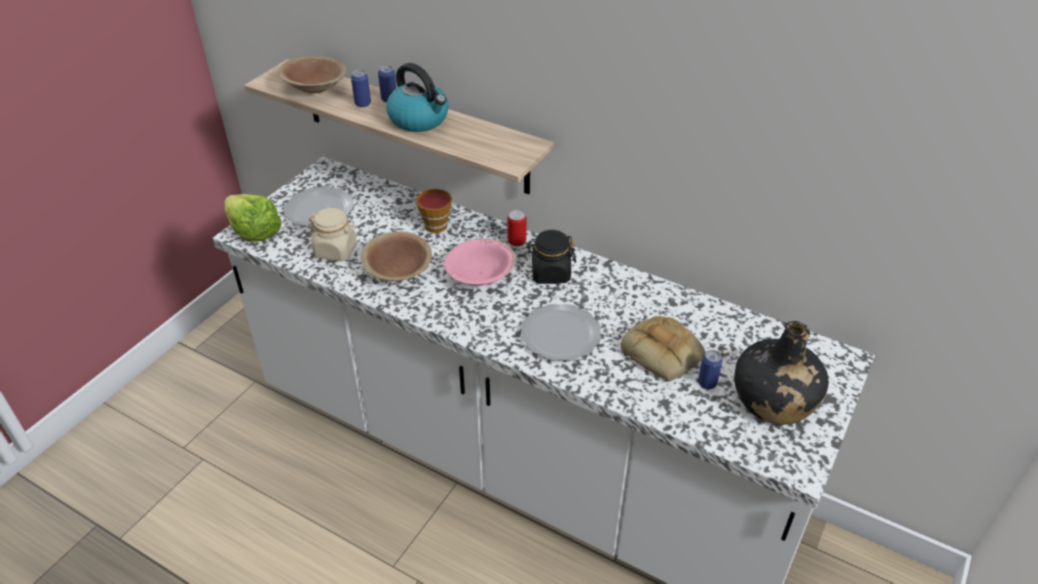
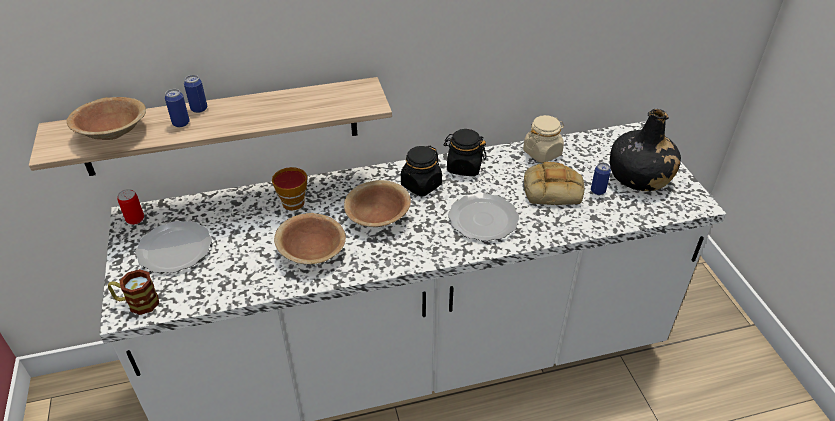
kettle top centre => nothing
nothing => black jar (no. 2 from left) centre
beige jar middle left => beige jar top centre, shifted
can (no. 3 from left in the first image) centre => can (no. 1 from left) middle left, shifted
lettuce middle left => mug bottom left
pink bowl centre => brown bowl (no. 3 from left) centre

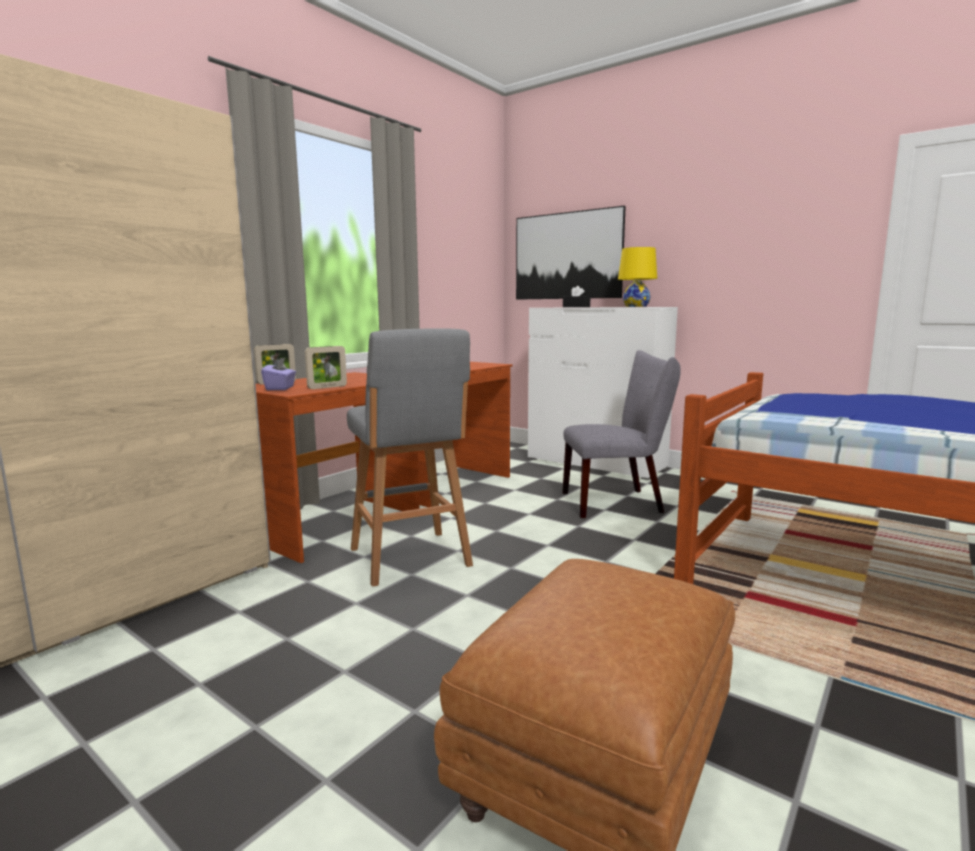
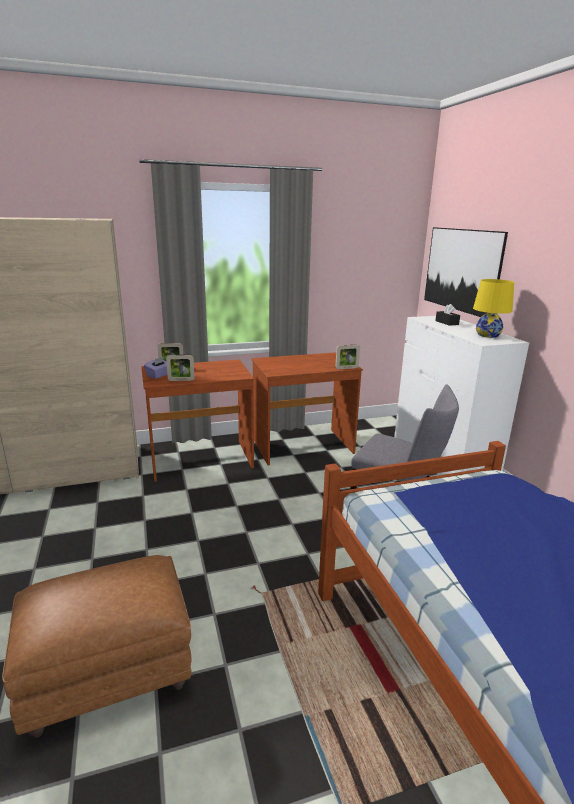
grey stool centre => nothing
nothing => picture frame (no. 3 from left) centre

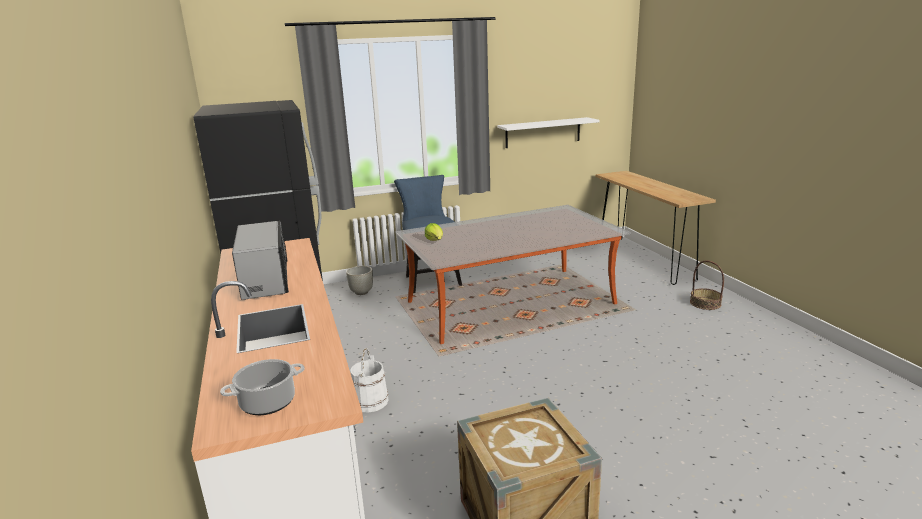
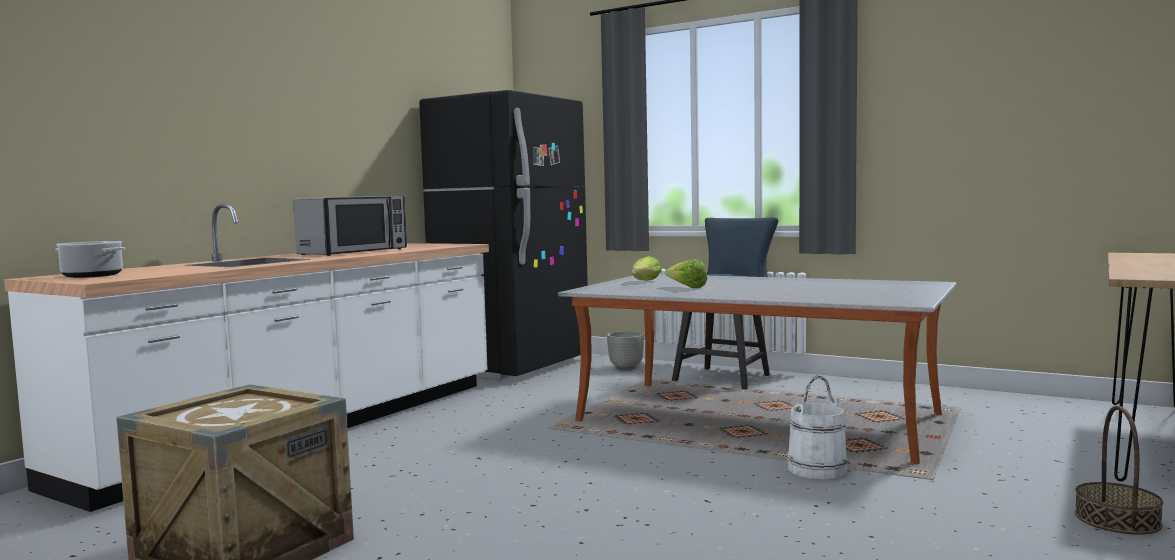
white shelf top centre => nothing
nothing => lettuce (no. 2 from left) centre
white bucket bottom centre => white bucket bottom right, shifted

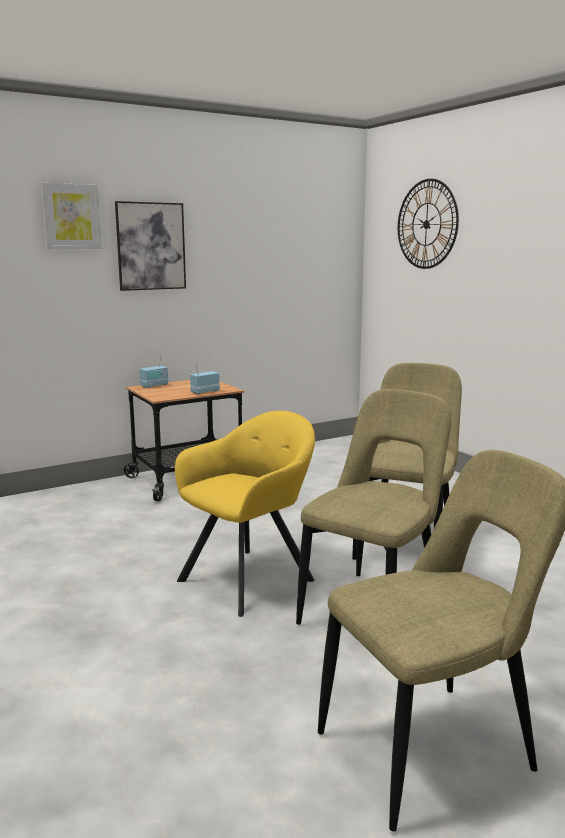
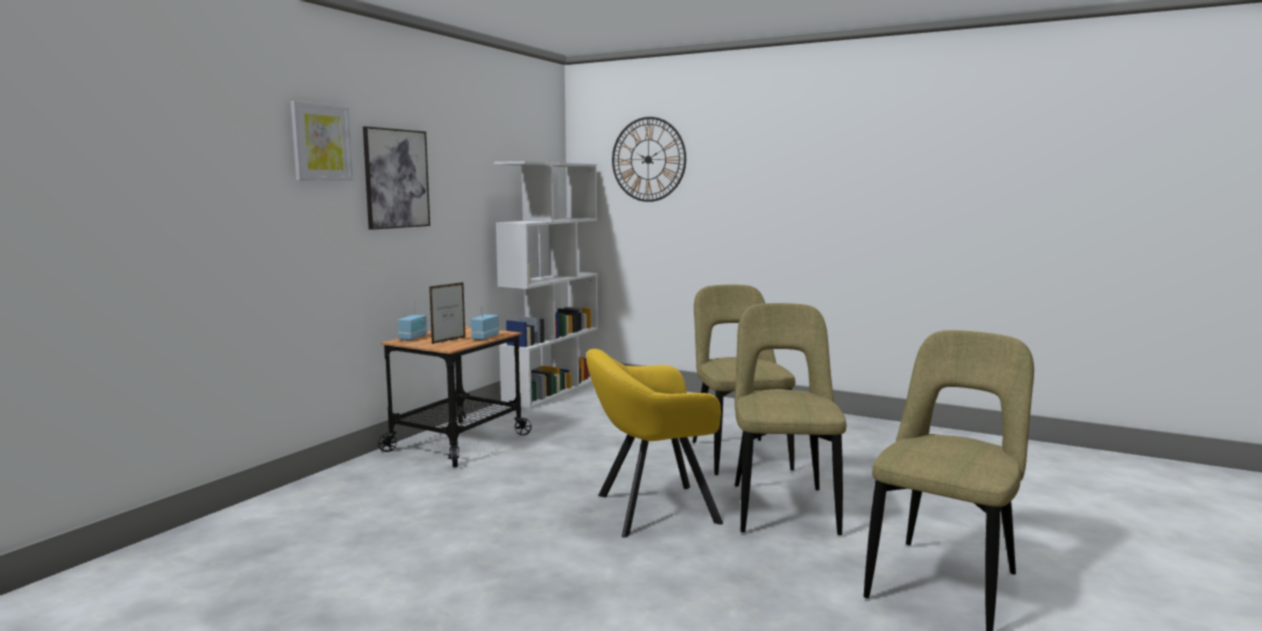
nothing => picture frame centre
nothing => white bookcase centre
yellow armchair centre => yellow armchair bottom centre, 120 degrees counterclockwise

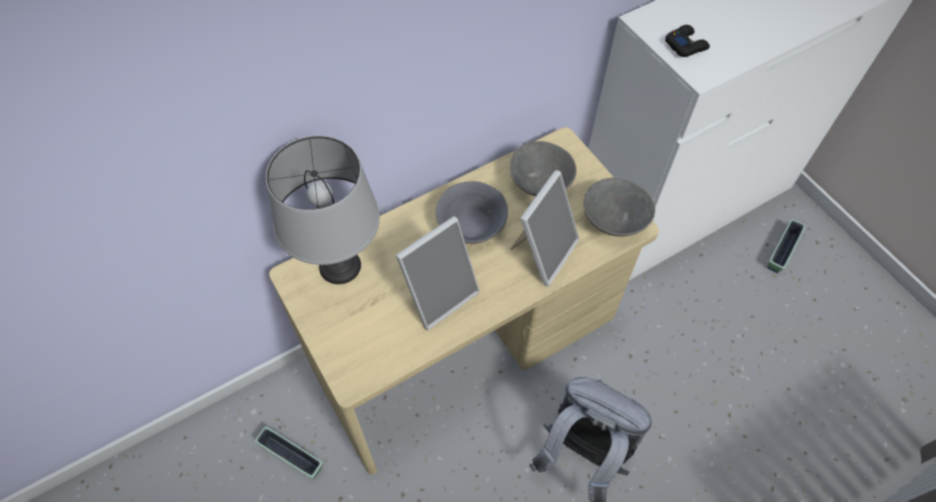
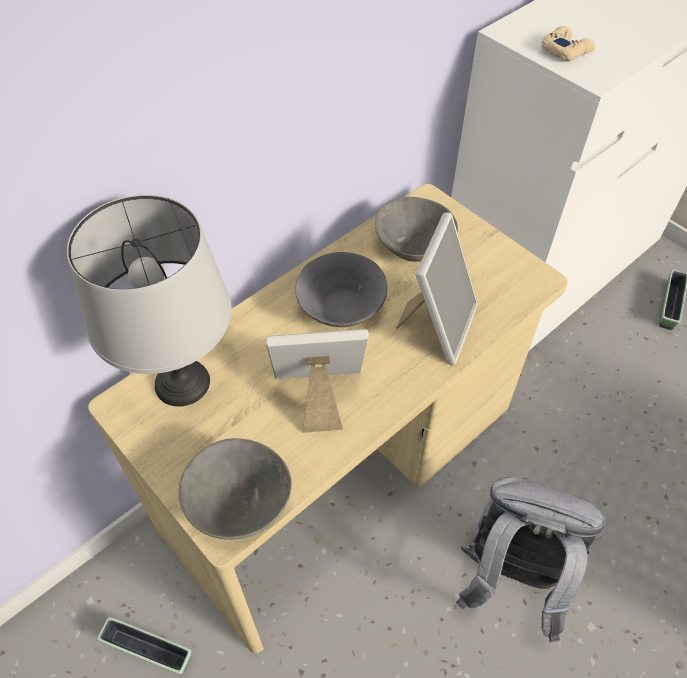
grey bowl (no. 3 from left in the first image) centre => grey bowl (no. 1 from left) bottom centre, shifted
black game controller top right => beige game controller top right
picture frame (no. 1 from left) centre, 135 degrees counterclockwise

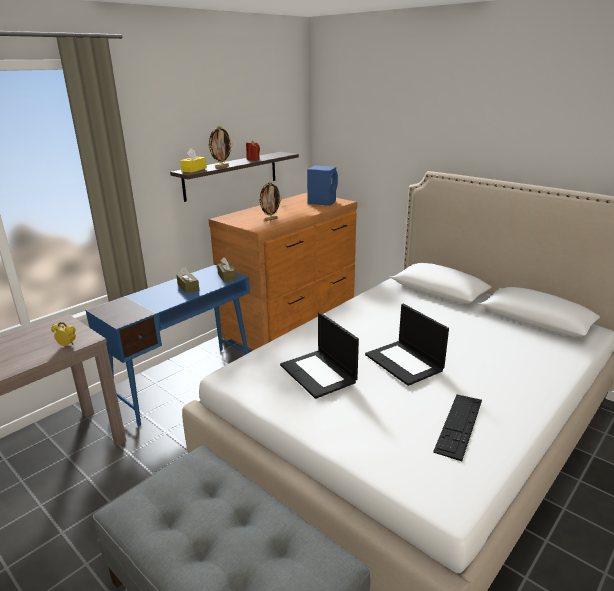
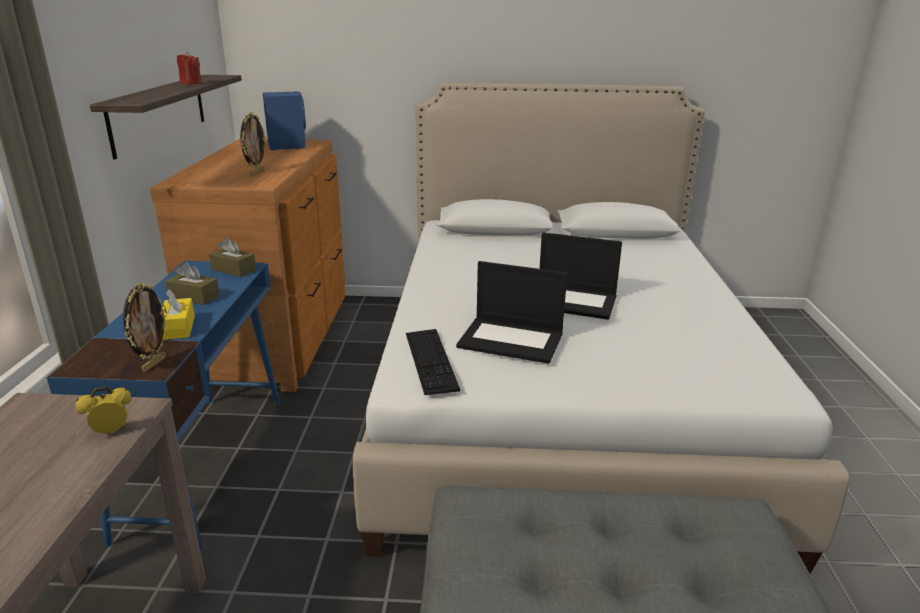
yellow tissue box top left => yellow tissue box middle left, shifted
picture frame (no. 1 from left) top centre => picture frame (no. 1 from left) middle left, shifted
keyboard bottom right => keyboard centre, shifted

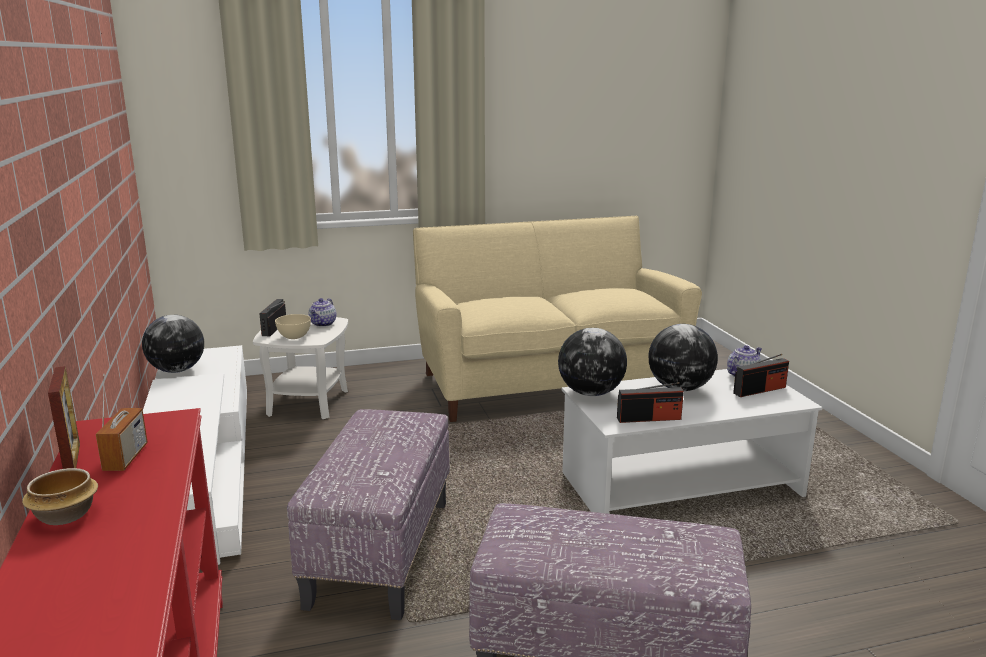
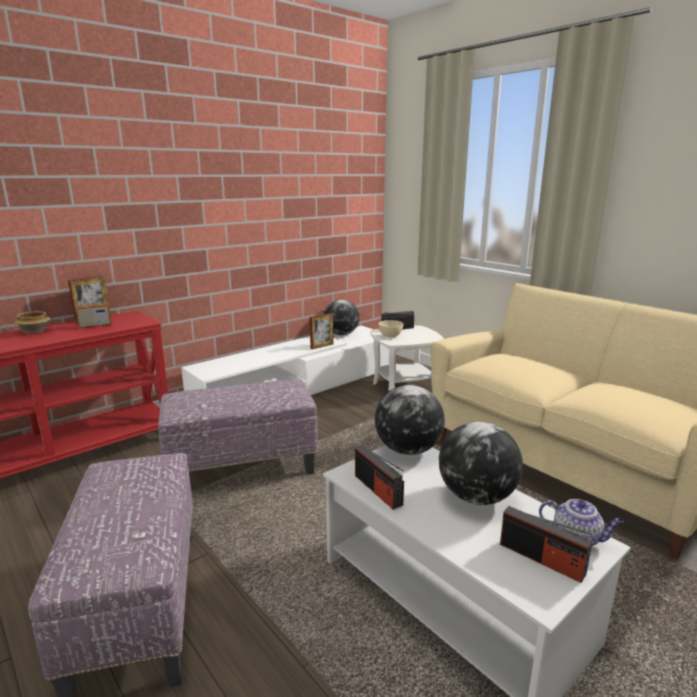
teapot (no. 1 from left) middle left => nothing
nothing => picture frame (no. 2 from left) centre

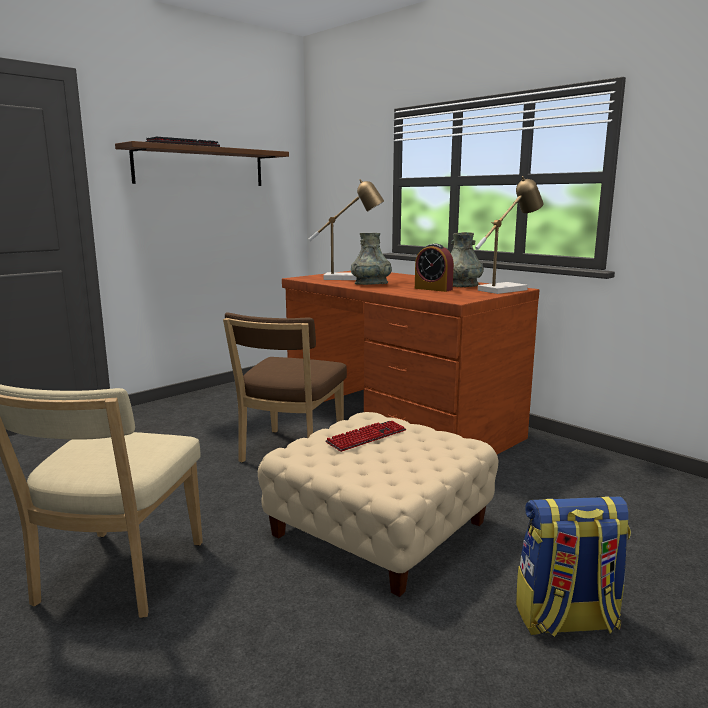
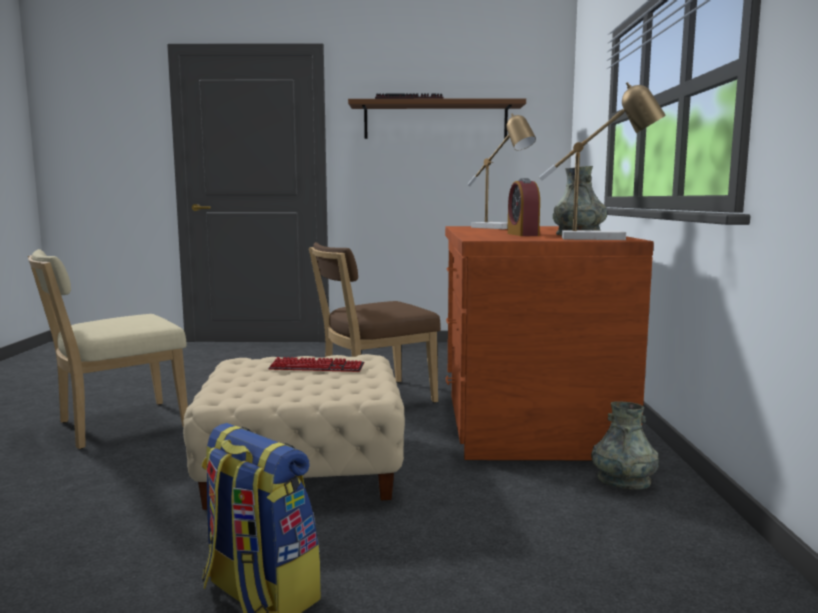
grey vase (no. 1 from left in the first image) centre => grey vase (no. 2 from left) bottom right, shifted

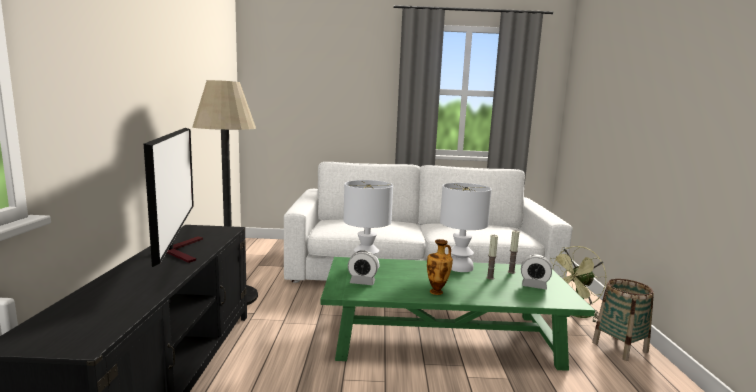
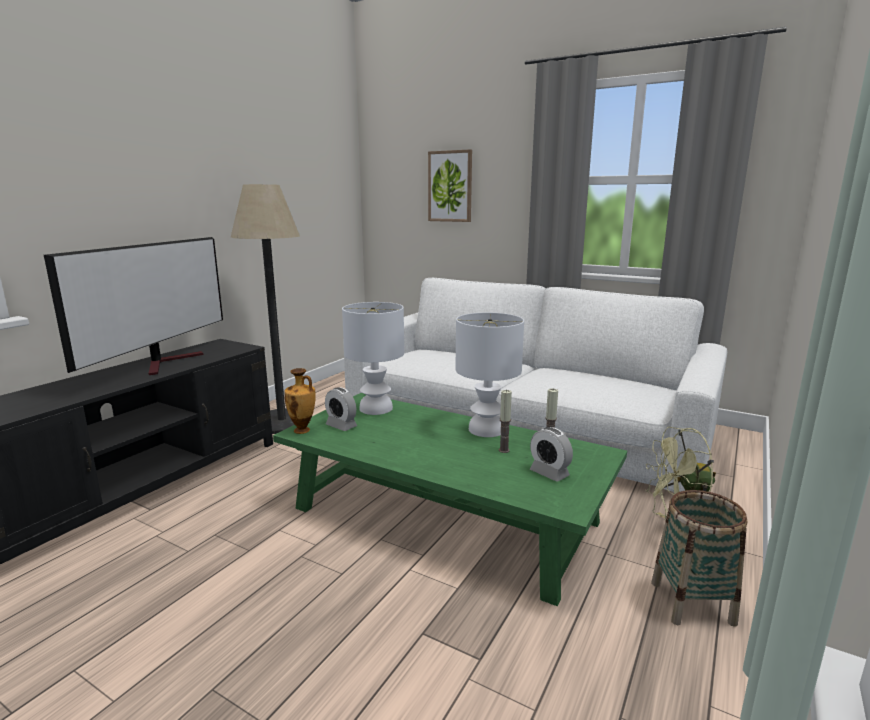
nothing => picture top centre
vase bottom centre => vase centre, shifted

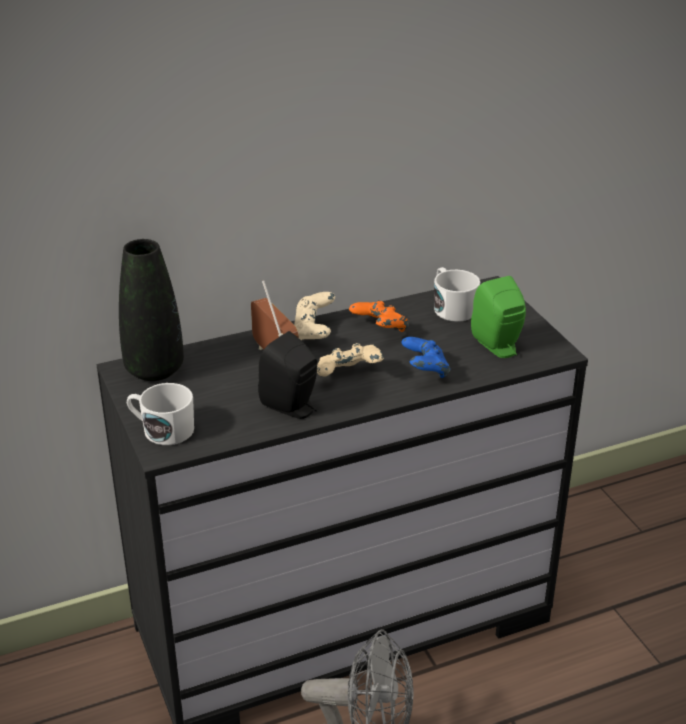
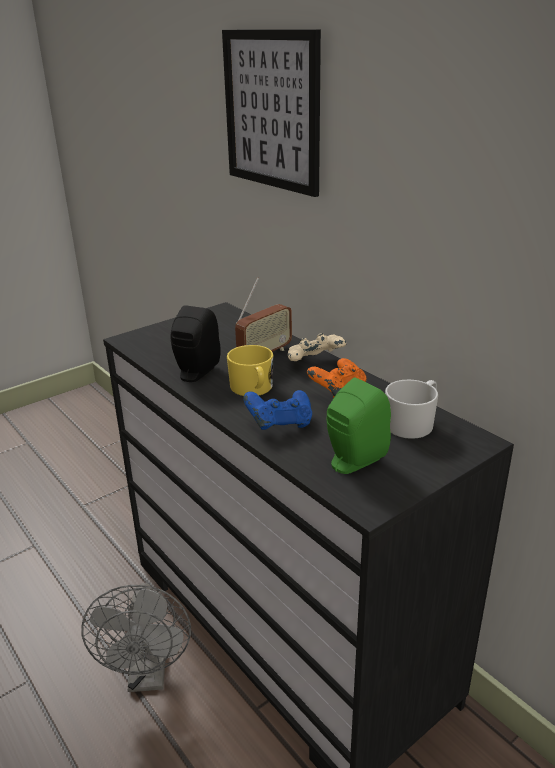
black vase middle left => nothing
white mug (no. 1 from left) middle left => nothing
nothing => picture top centre
beige game controller (no. 2 from left) centre => yellow mug centre

